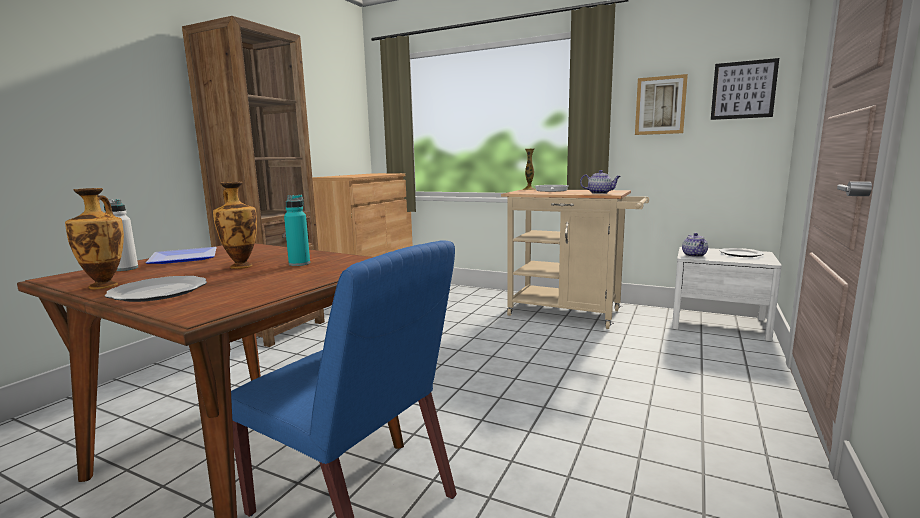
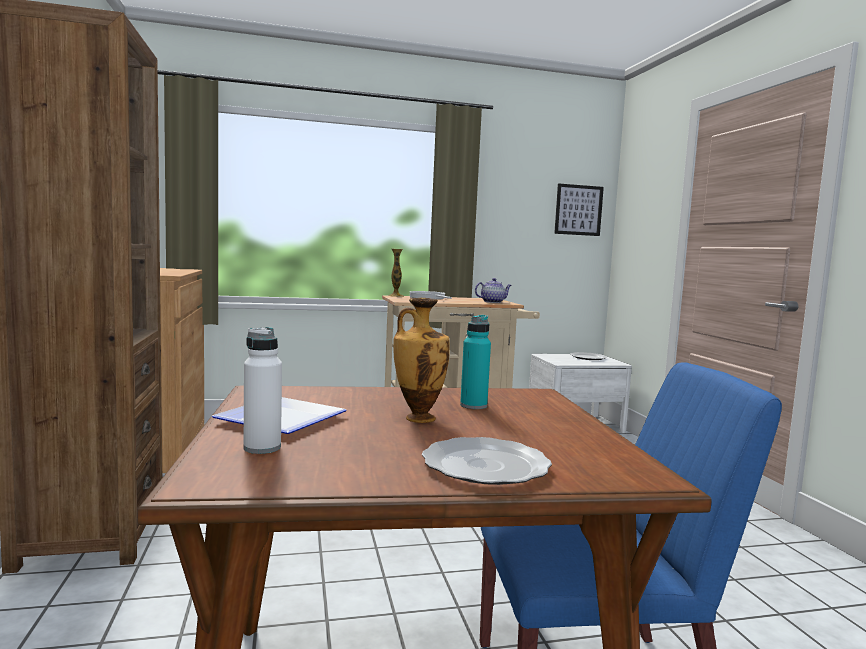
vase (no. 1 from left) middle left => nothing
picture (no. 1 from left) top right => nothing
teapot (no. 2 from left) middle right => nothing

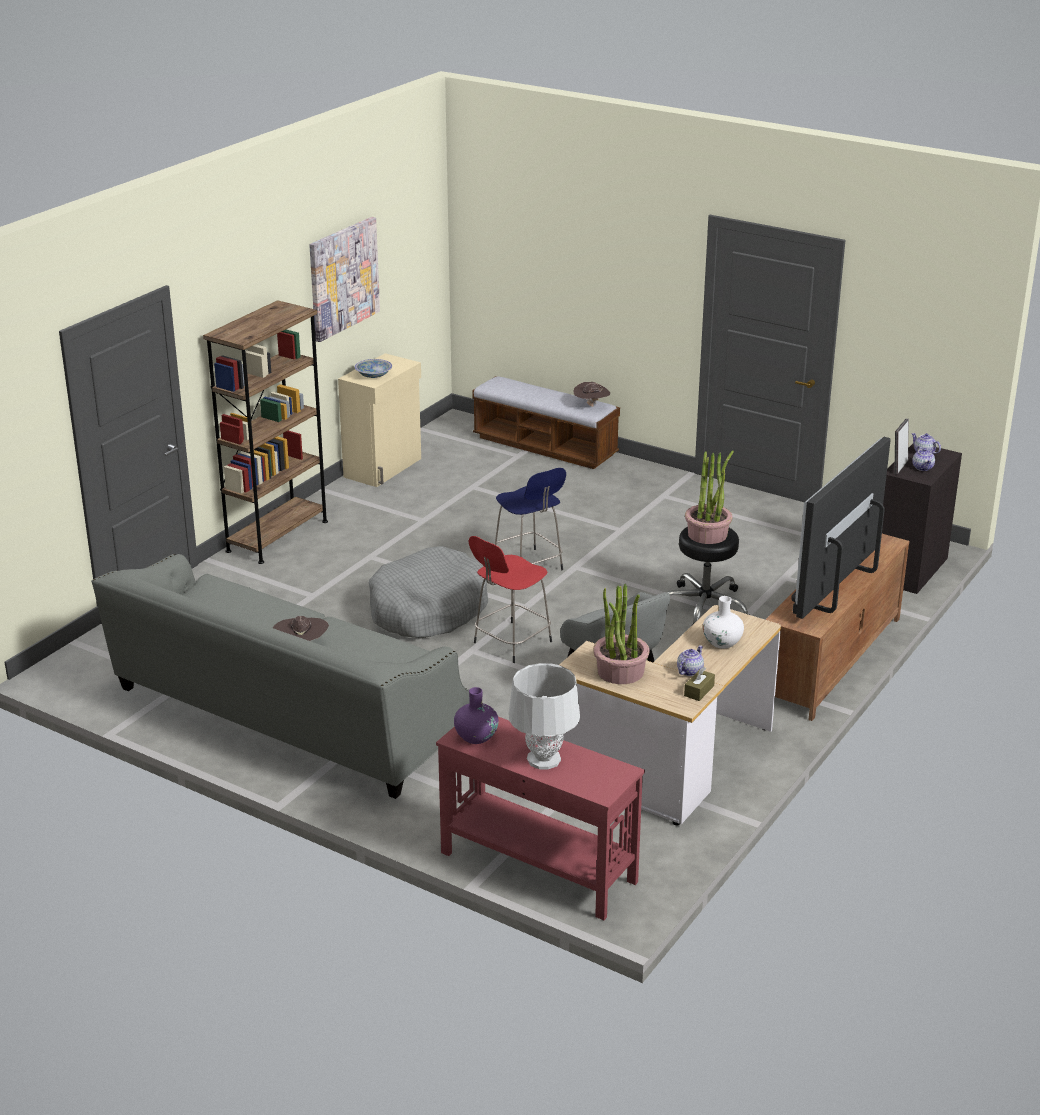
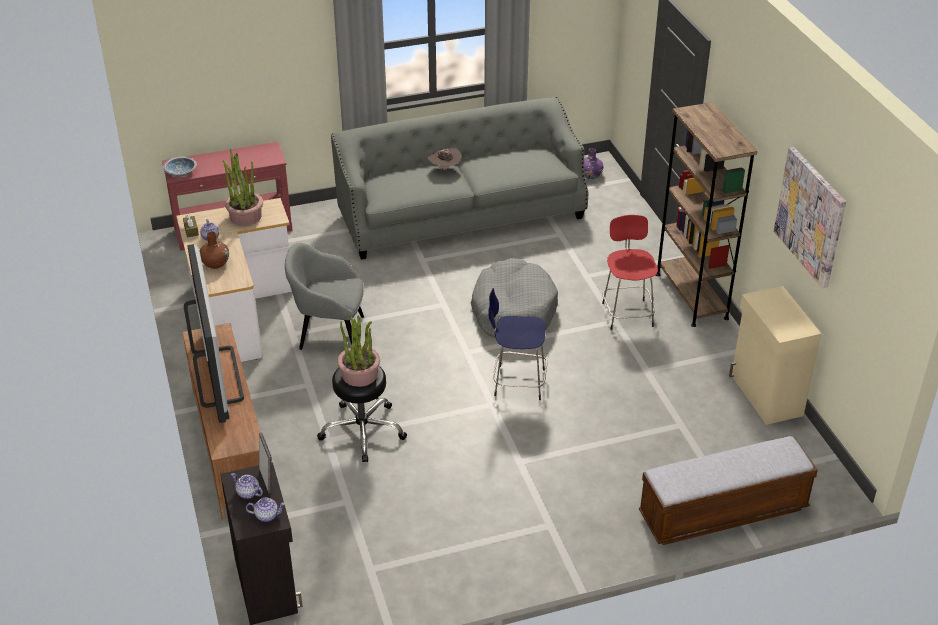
grey table lamp centre => nothing
brown hat (no. 2 from left) centre => nothing
bowl top centre => bowl top left, shifted
purple vase centre => purple vase top centre, shifted
red stool centre => red stool middle right, shifted
white vase middle right => brown vase middle left

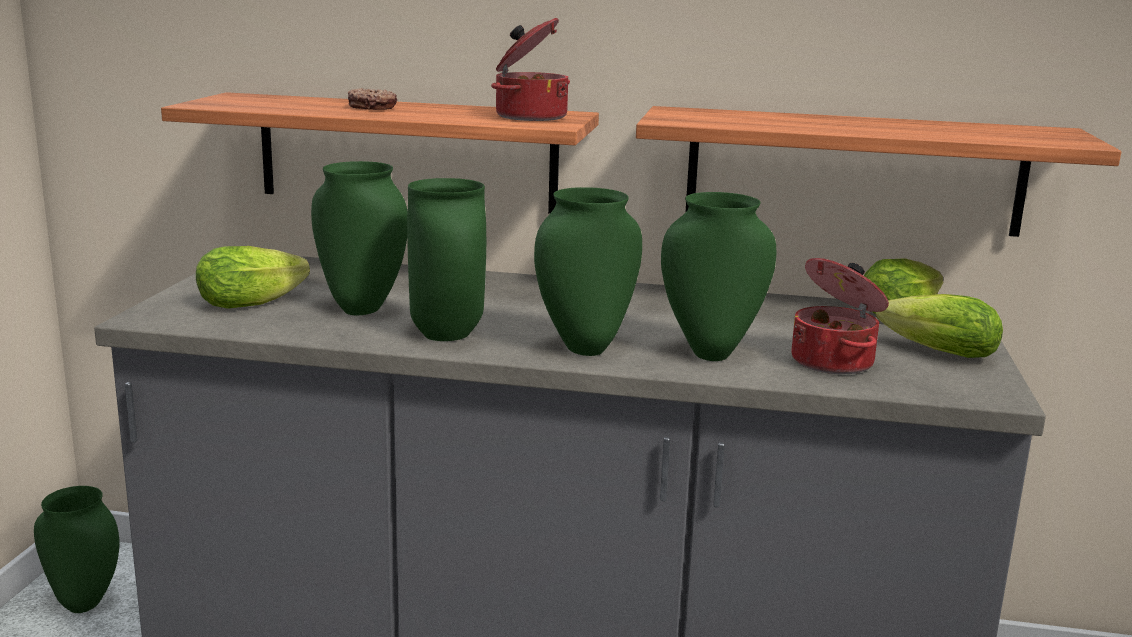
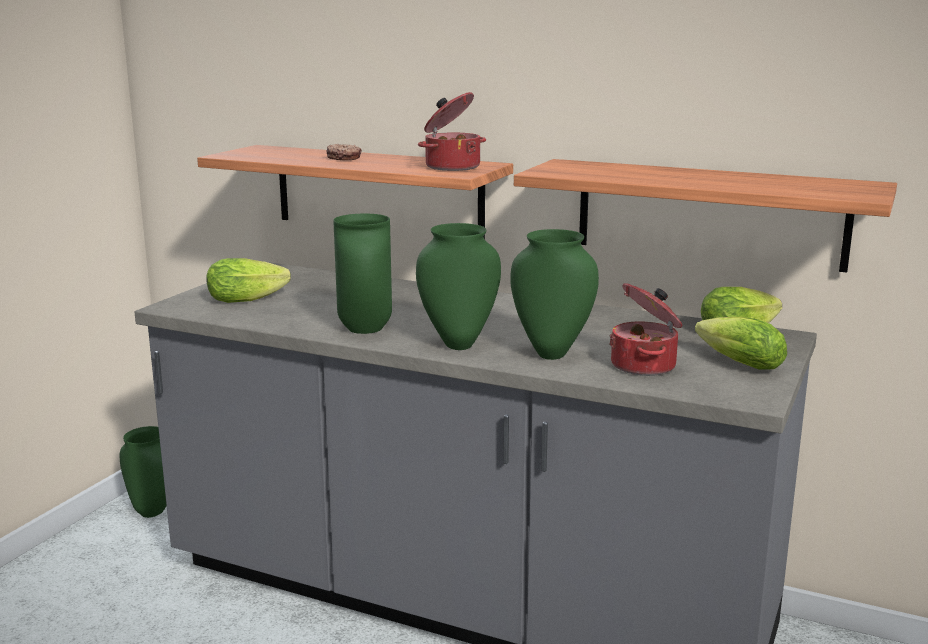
green vase (no. 2 from left) middle left => nothing

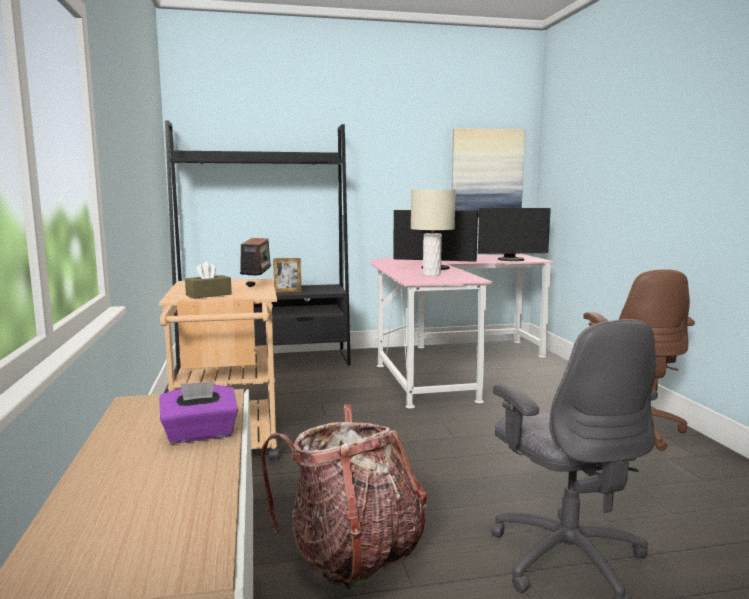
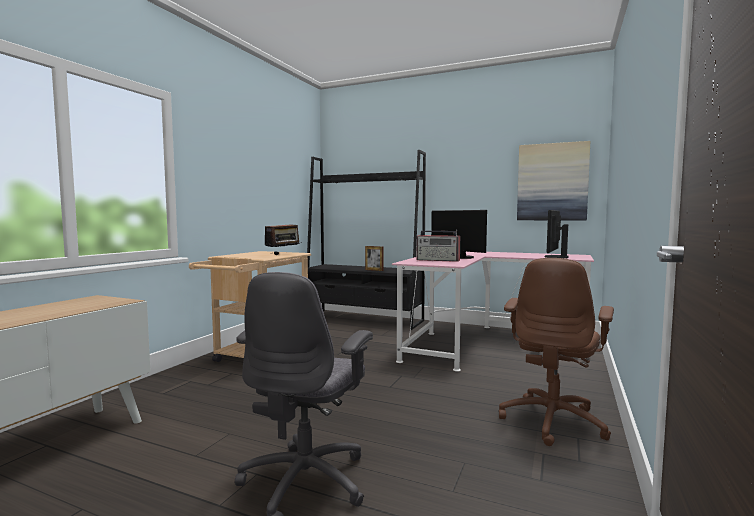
purple tissue box bottom left => nothing
brown tissue box middle left => nothing
backpack bottom centre => nothing
beige table lamp centre => radio (no. 2 from left) centre
monitor (no. 2 from left) middle right, 90 degrees clockwise

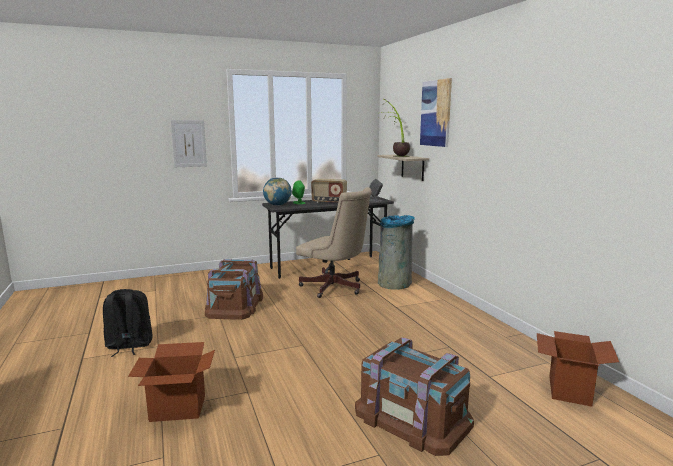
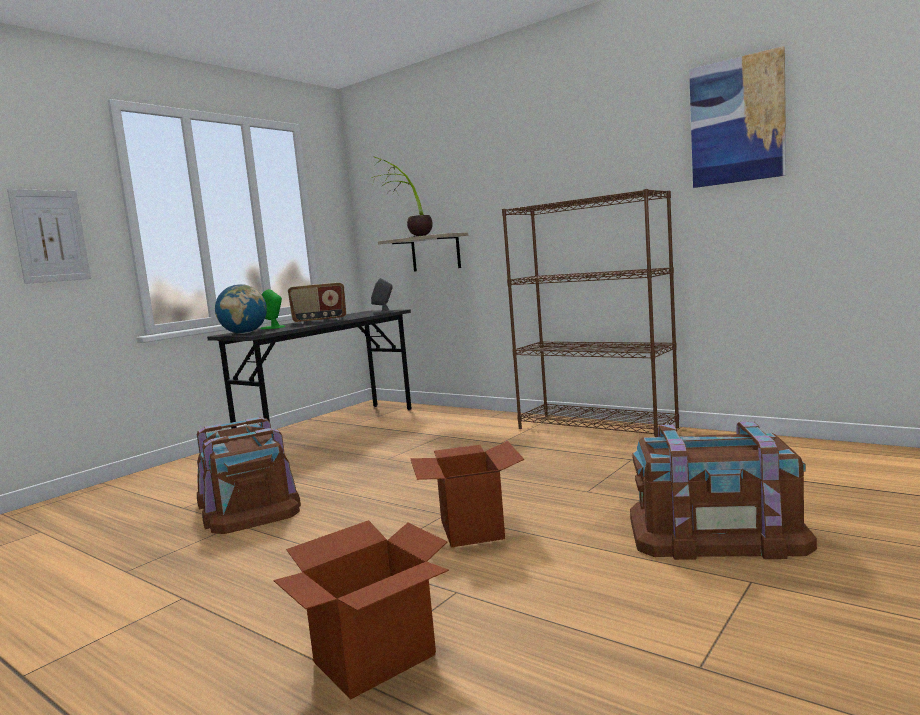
black backpack bottom left => nothing
beige office chair centre => nothing
grey trash can centre => nothing
nothing => brown bookcase centre
picture (no. 2 from left) top centre => picture (no. 2 from left) top right, shifted
cardboard box (no. 2 from left) bottom right => cardboard box (no. 2 from left) bottom centre, shifted

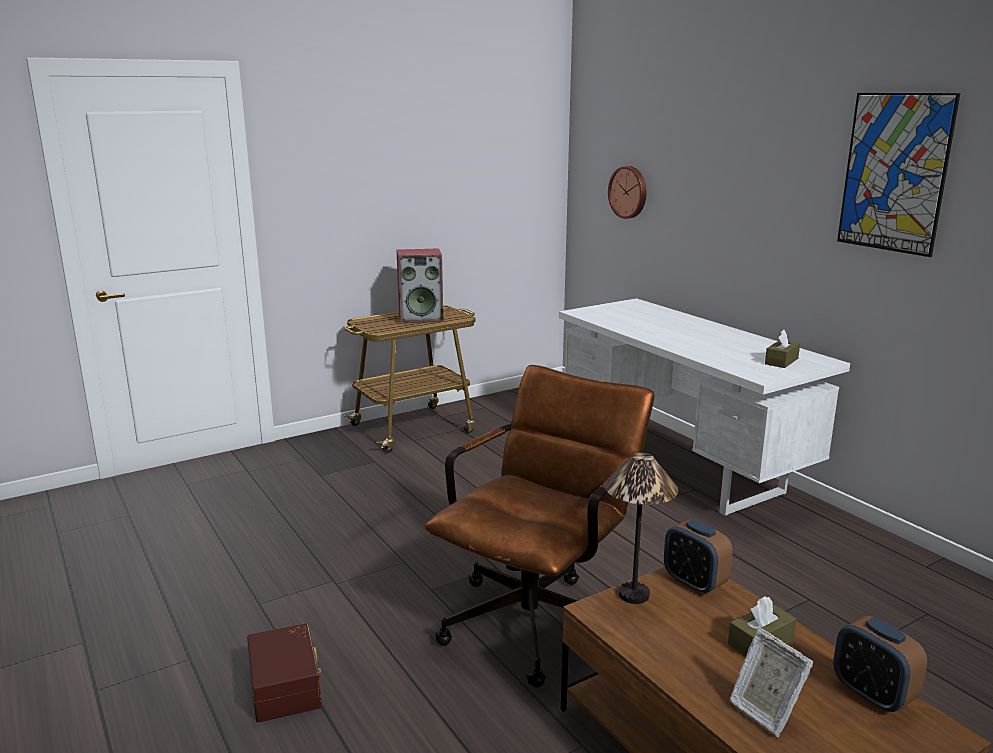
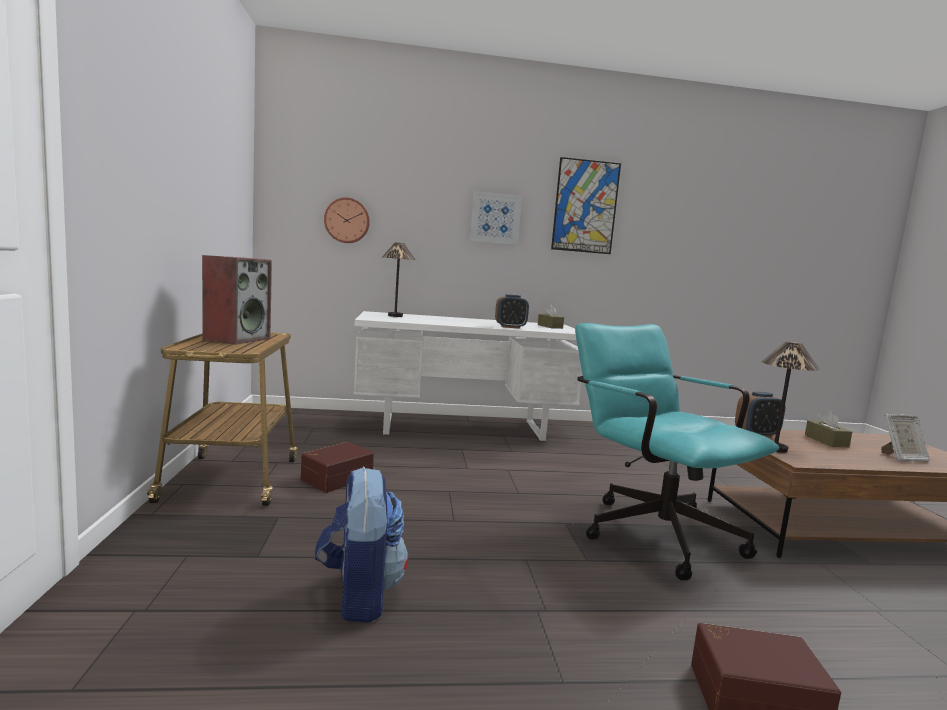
nothing => brown storage box (no. 1 from left) centre
nothing => backpack bottom centre
nothing => table lamp (no. 1 from left) centre
nothing => picture (no. 1 from left) top centre
alarm clock (no. 2 from left in the first image) bottom right => alarm clock (no. 1 from left) centre, shifted
brown office chair bottom centre => turquoise office chair middle right

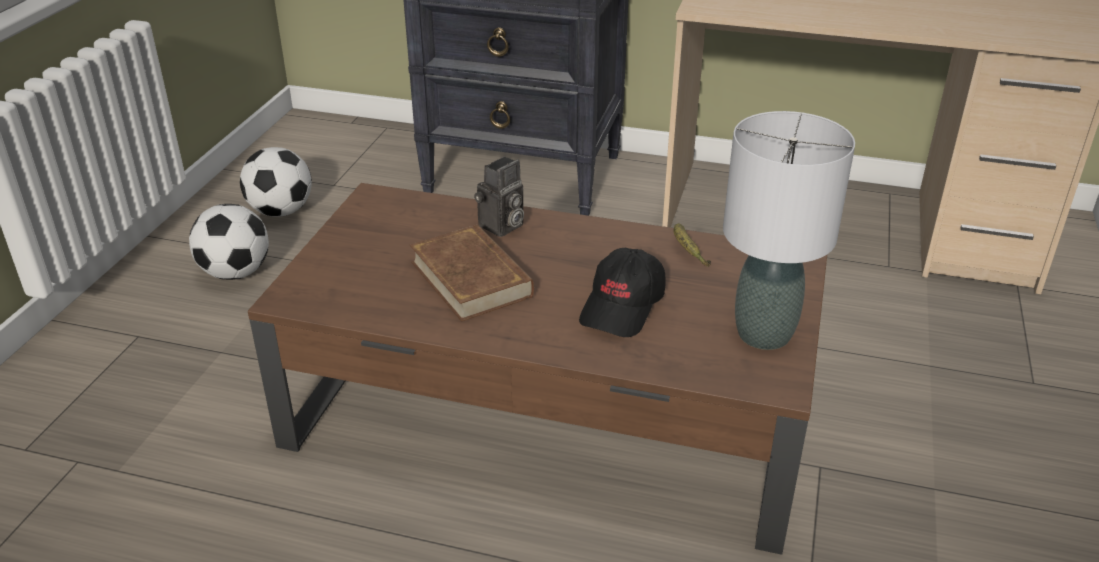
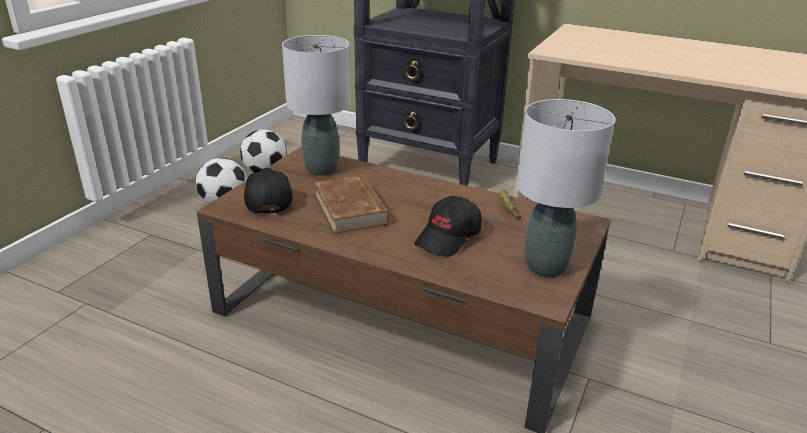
photo camera centre => nothing
nothing => black cap (no. 1 from left) middle left
nothing => grey table lamp (no. 1 from left) top centre

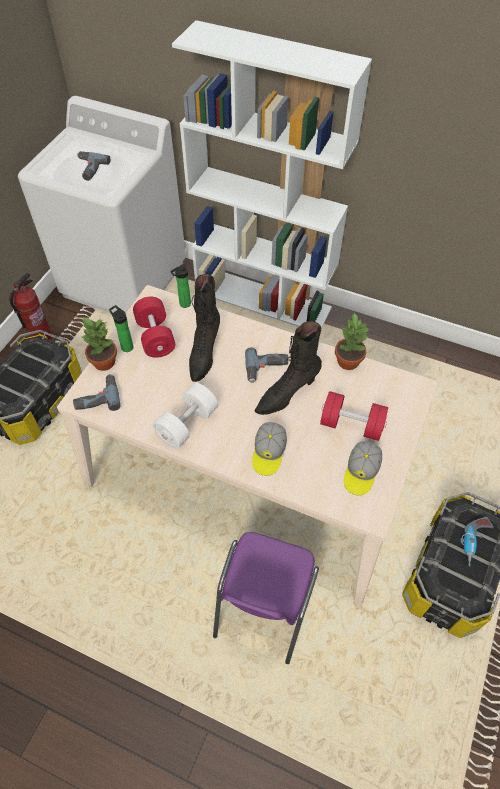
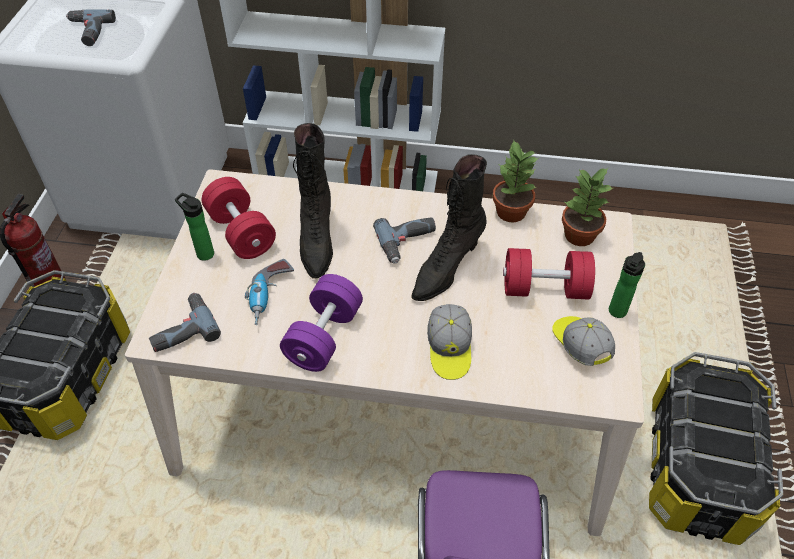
potted plant (no. 1 from left in the first image) middle left => potted plant (no. 2 from left) middle right, shifted
bottle (no. 2 from left) centre => bottle (no. 2 from left) middle right, shifted
power drill (no. 4 from left in the first image) bottom right => power drill (no. 3 from left) centre, shifted
white dumbbell centre => purple dumbbell centre
cap (no. 2 from left) middle right, 150 degrees clockwise

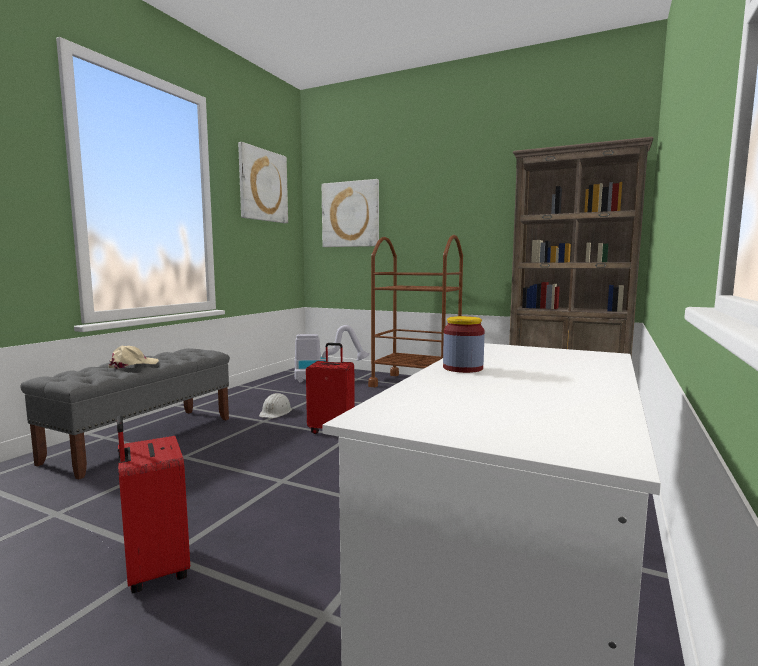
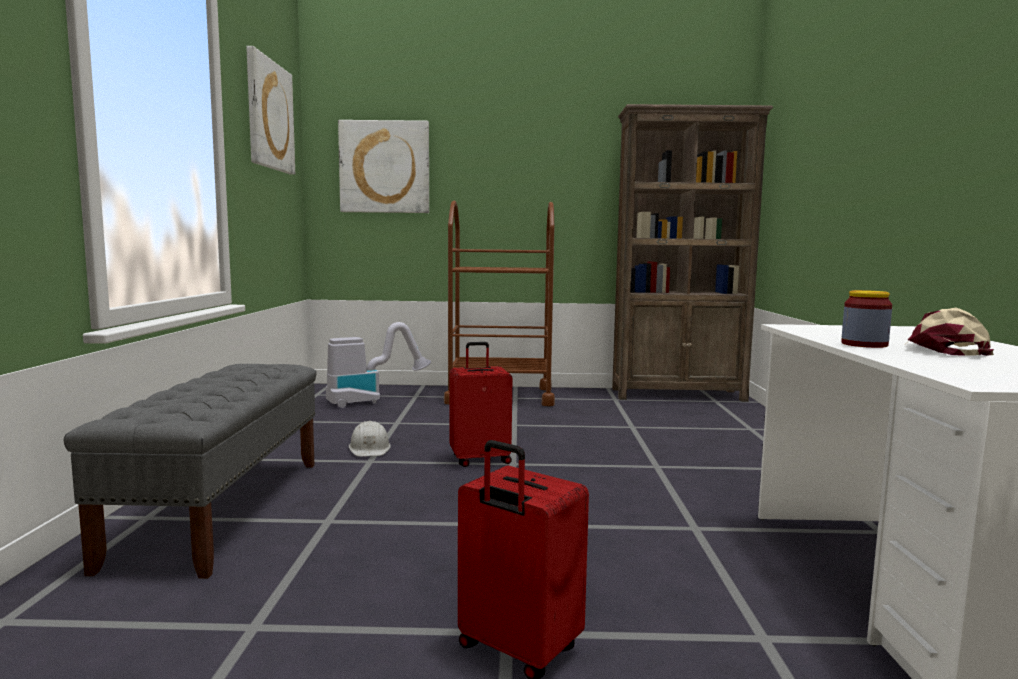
beige cap middle left => beige cap middle right, shifted

